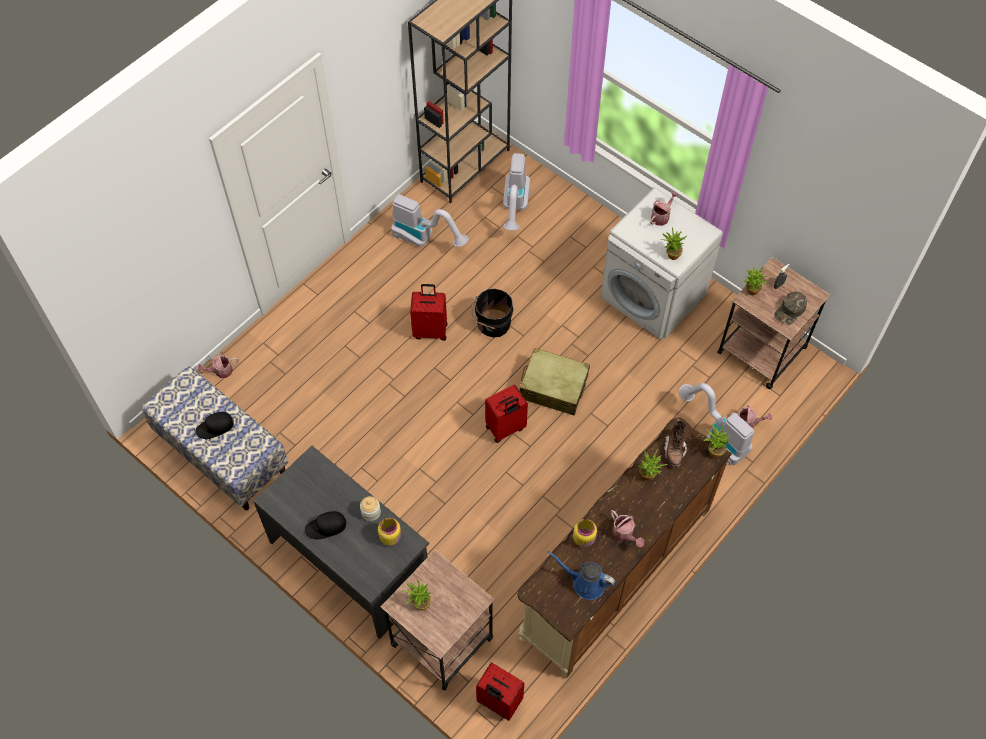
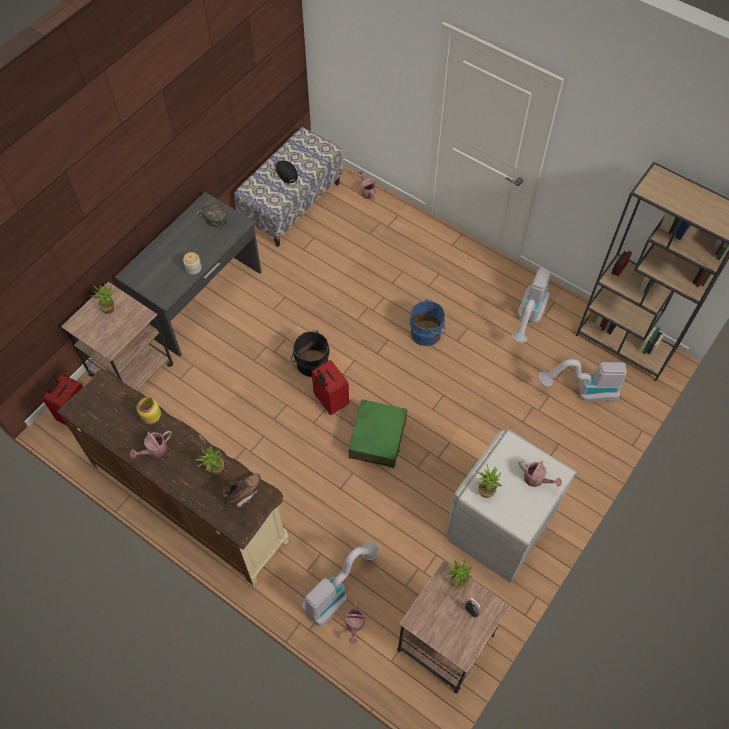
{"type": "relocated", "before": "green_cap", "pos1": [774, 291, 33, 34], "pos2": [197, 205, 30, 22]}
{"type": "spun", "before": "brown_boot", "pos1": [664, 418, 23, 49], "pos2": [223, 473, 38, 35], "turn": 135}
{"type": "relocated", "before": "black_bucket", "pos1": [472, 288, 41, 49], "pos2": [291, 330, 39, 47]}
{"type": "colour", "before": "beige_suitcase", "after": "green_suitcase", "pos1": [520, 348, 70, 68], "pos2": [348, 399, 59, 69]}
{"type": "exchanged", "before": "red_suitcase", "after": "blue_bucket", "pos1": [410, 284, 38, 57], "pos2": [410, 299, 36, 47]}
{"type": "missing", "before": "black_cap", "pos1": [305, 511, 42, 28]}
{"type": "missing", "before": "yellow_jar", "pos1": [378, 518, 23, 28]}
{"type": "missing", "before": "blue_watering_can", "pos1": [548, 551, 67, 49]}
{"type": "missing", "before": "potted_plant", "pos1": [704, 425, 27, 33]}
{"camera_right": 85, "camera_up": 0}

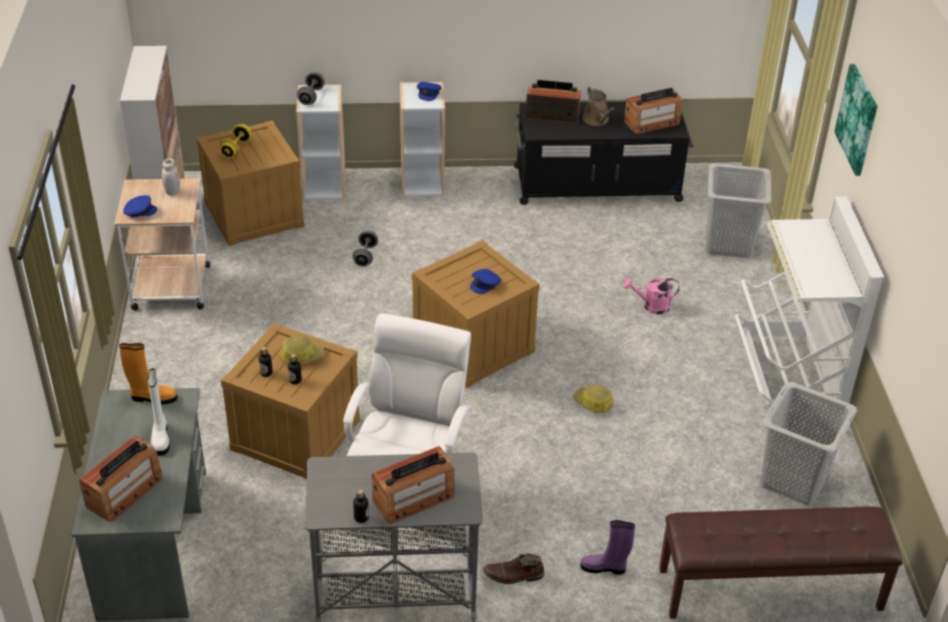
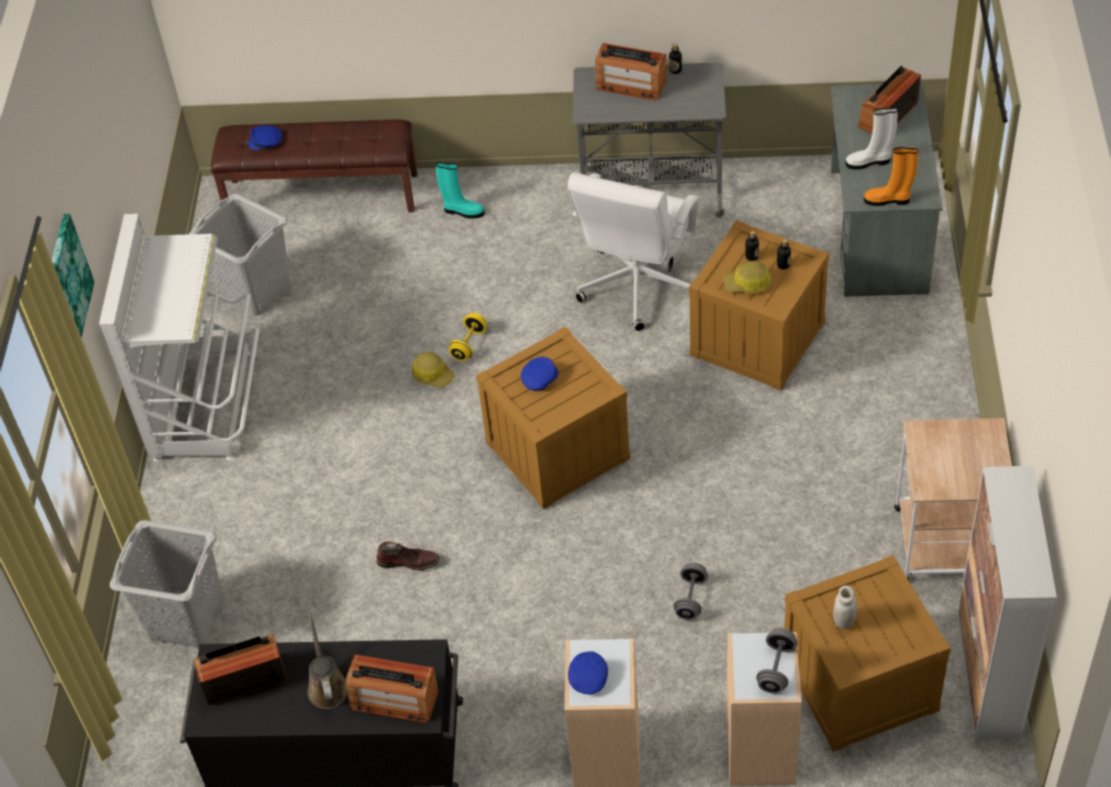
{"type": "relocated", "before": "blue_cap", "pos1": [123, 195, 34, 23], "pos2": [248, 125, 34, 25]}
{"type": "relocated", "before": "brown_boot", "pos1": [483, 554, 62, 30], "pos2": [377, 541, 63, 29]}
{"type": "colour", "before": "purple_boot", "after": "turquoise_boot", "pos1": [580, 520, 55, 55], "pos2": [436, 162, 49, 56]}
{"type": "relocated", "before": "yellow_dumbbell", "pos1": [220, 124, 32, 34], "pos2": [449, 313, 38, 48]}
{"type": "spun", "before": "radio", "pos1": [372, 446, 83, 78], "pos2": [595, 43, 72, 57], "turn": -135}
{"type": "relocated", "before": "white_jar", "pos1": [162, 159, 18, 37], "pos2": [833, 586, 24, 43]}
{"type": "spun", "before": "white_boot", "pos1": [147, 368, 23, 88], "pos2": [846, 108, 52, 62], "turn": -90}
{"type": "missing", "before": "pink_watering_can", "pos1": [623, 278, 57, 36]}
{"camera_right": -170, "camera_up": 10}

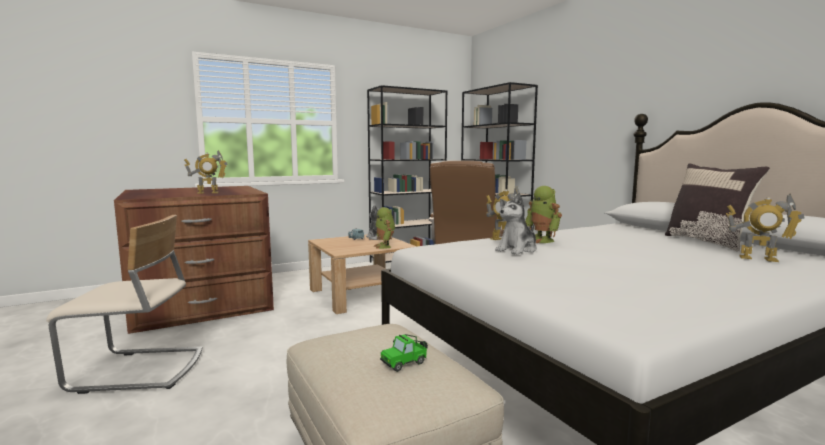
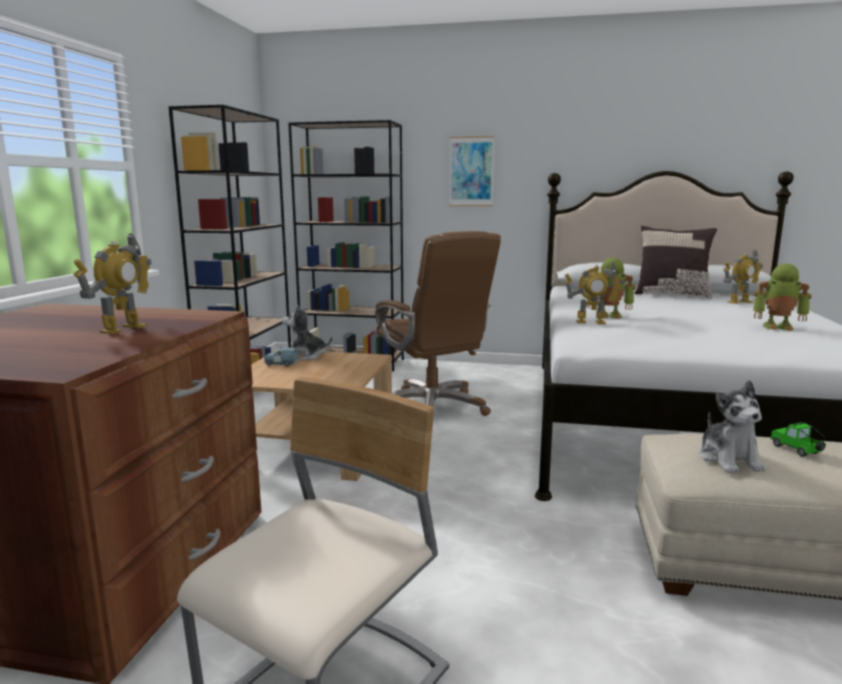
{"type": "appeared", "after": "picture", "pos2": [449, 136, 45, 70]}
{"type": "relocated", "before": "plush_toy", "pos1": [495, 193, 42, 61], "pos2": [699, 380, 67, 93]}
{"type": "relocated", "before": "toy_robot", "pos1": [373, 207, 22, 42], "pos2": [754, 264, 58, 67]}
{"type": "spun", "before": "toy_car", "pos1": [380, 334, 48, 38], "pos2": [770, 422, 56, 35], "turn": 150}
{"camera_right": -50, "camera_up": 5}

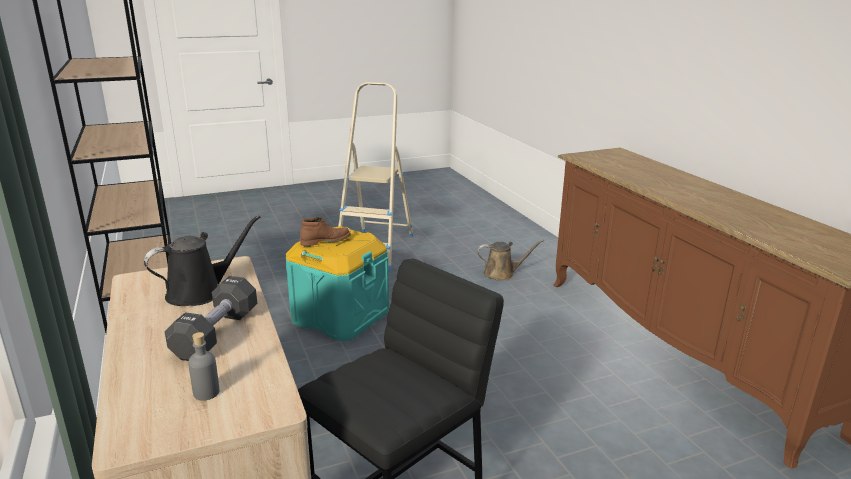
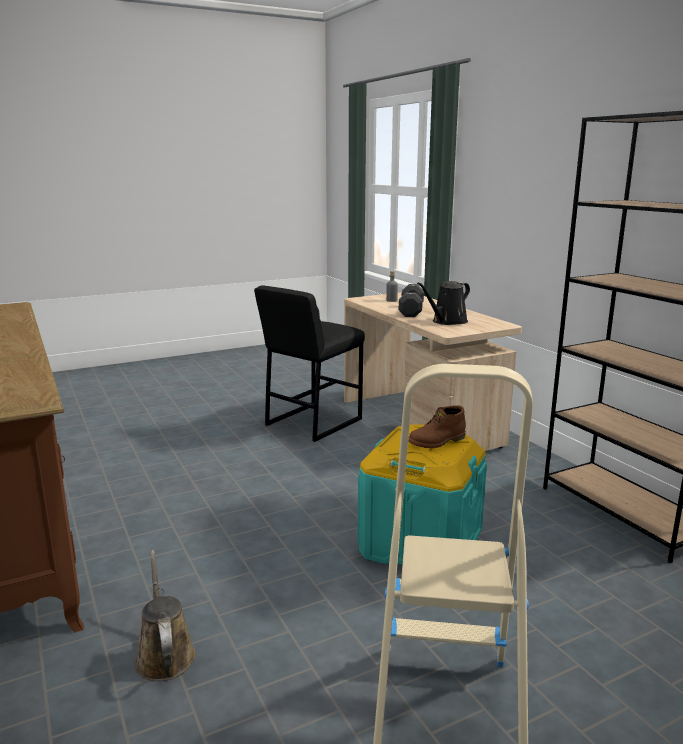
{"type": "spun", "before": "brown_watering_can", "pos1": [477, 239, 67, 42], "pos2": [135, 550, 61, 131], "turn": 75}
{"camera_right": 175, "camera_up": -5}

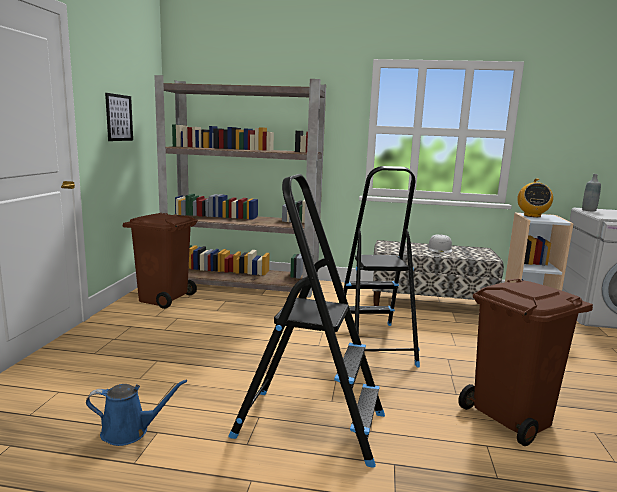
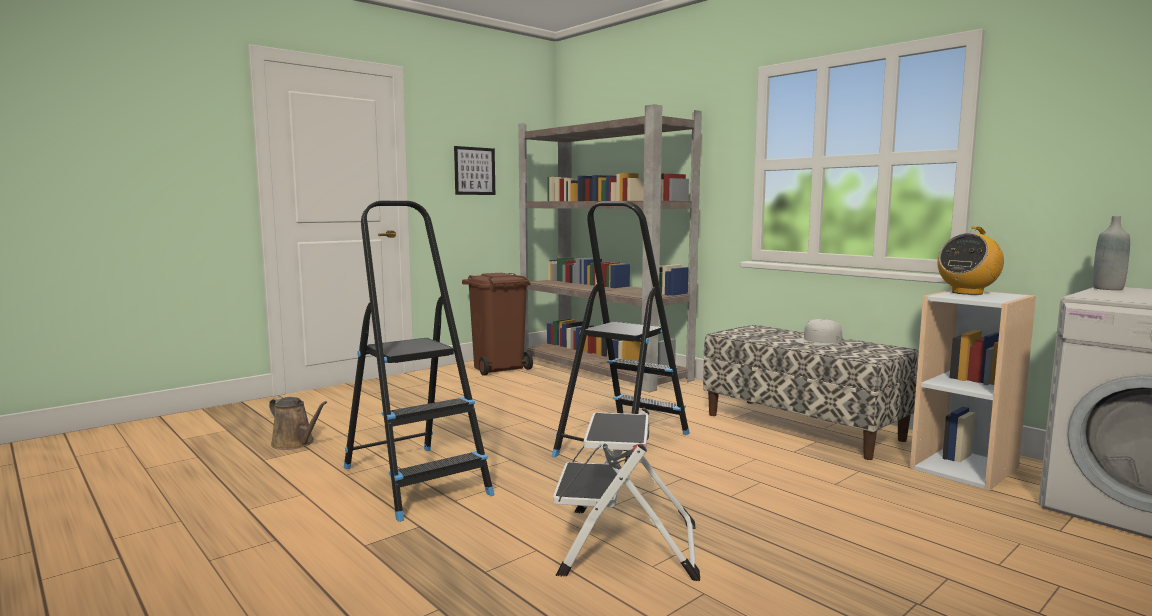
{"type": "colour", "before": "blue_watering_can", "after": "brown_watering_can", "pos1": [86, 380, 101, 66], "pos2": [269, 397, 58, 53]}
{"type": "exchanged", "before": "brown_trash_can", "after": "step_ladder", "pos1": [458, 278, 135, 168], "pos2": [553, 408, 147, 173]}
{"camera_right": 40, "camera_up": -5}

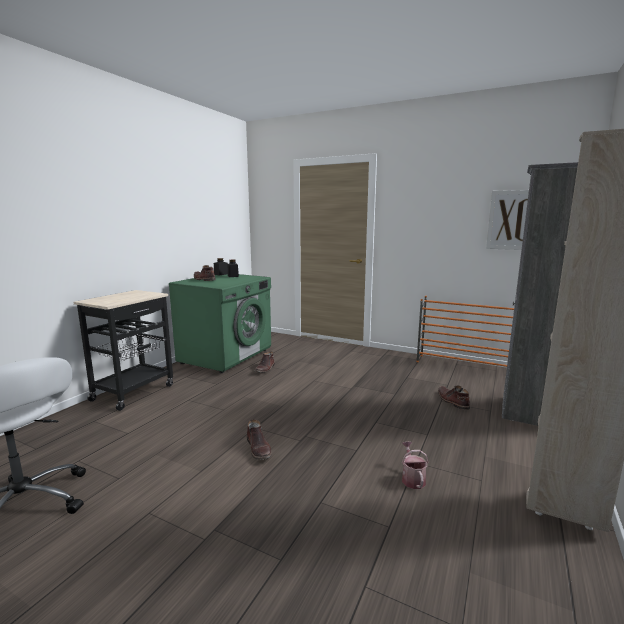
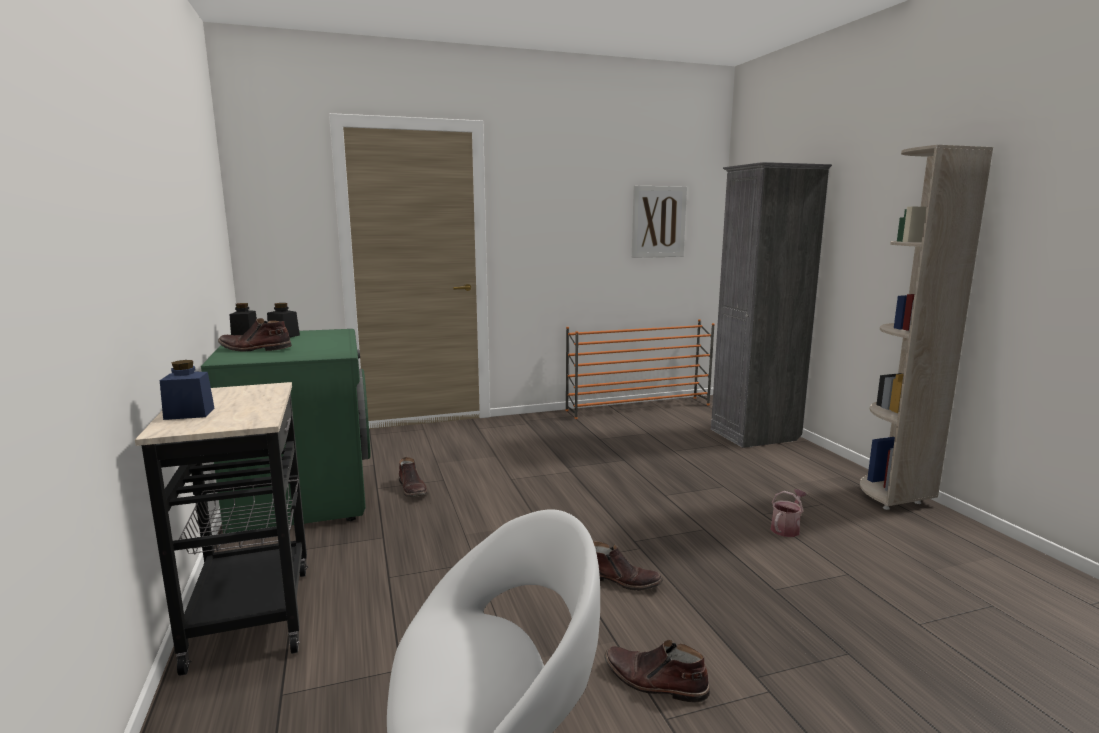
{"type": "appeared", "after": "blue_jar", "pos2": [160, 360, 54, 60]}
{"type": "relocated", "before": "brown_boot", "pos1": [438, 385, 32, 25], "pos2": [605, 639, 105, 64]}
{"type": "spun", "before": "watering_can", "pos1": [402, 442, 27, 47], "pos2": [770, 489, 36, 48], "turn": 90}
{"camera_right": -45, "camera_up": 0}

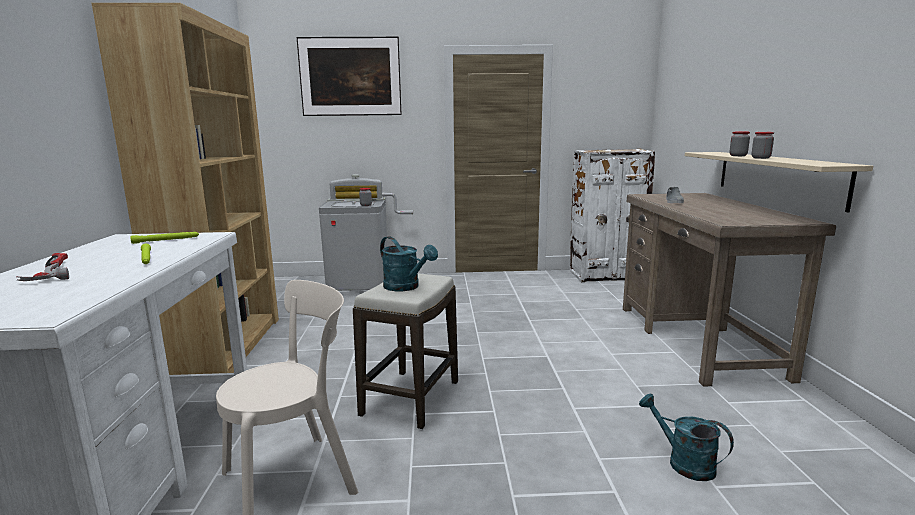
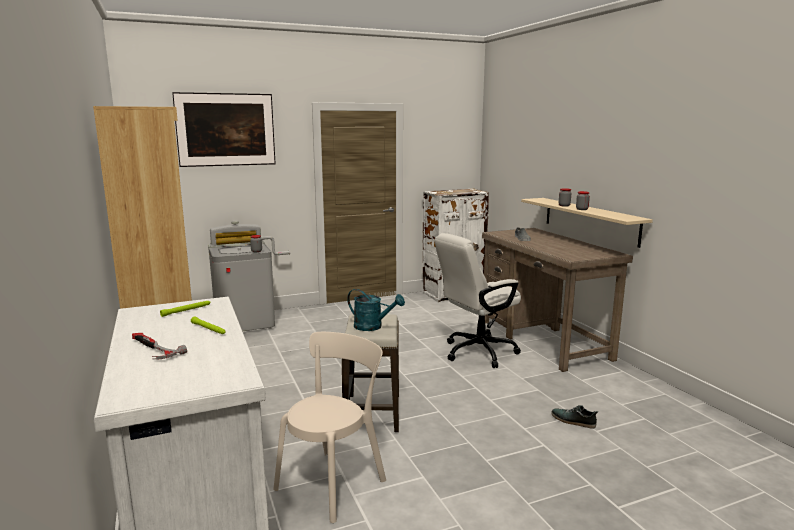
{"type": "appeared", "after": "white_office_chair", "pos2": [435, 233, 86, 135]}
{"type": "exchanged", "before": "turquoise_watering_can", "after": "shoe", "pos1": [639, 394, 95, 87], "pos2": [551, 405, 47, 24]}
{"camera_right": -20, "camera_up": 0}

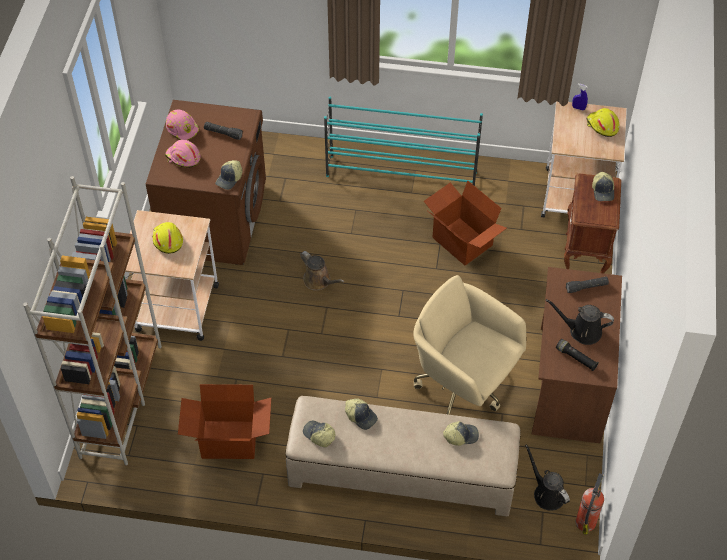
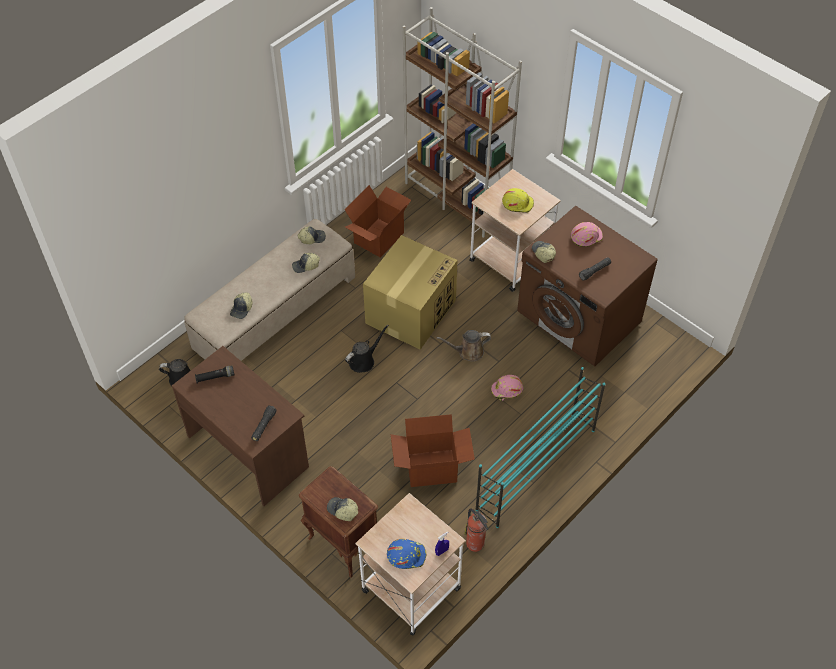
{"type": "relocated", "before": "black_watering_can", "pos1": [546, 299, 68, 46], "pos2": [345, 325, 44, 48]}
{"type": "appeared", "after": "cardboard_box", "pos2": [363, 235, 95, 115]}
{"type": "colour", "before": "yellow_hard_hat", "after": "blue_hard_hat", "pos1": [587, 108, 32, 29], "pos2": [387, 539, 40, 30]}
{"type": "relocated", "before": "fire_extinguisher", "pos1": [575, 473, 29, 62], "pos2": [464, 508, 25, 44]}
{"type": "relocated", "before": "pink_hard_hat", "pos1": [166, 110, 33, 30], "pos2": [491, 375, 32, 26]}
{"type": "missing", "before": "beige_office_chair", "pos1": [413, 275, 113, 140]}
{"camera_right": 125, "camera_up": 0}

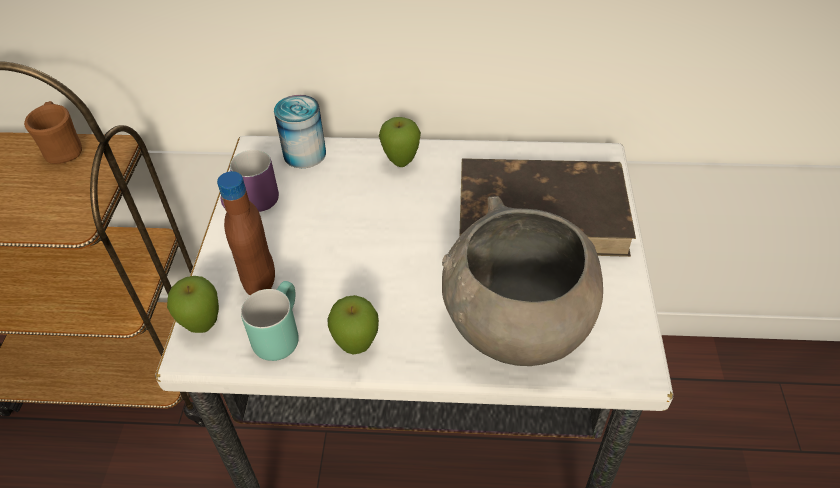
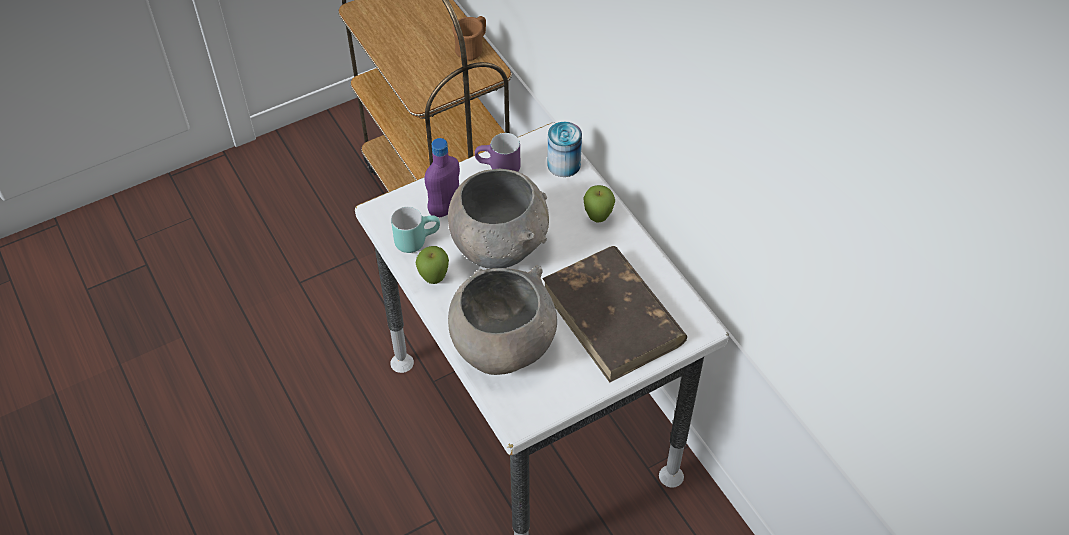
{"type": "colour", "before": "brown_bottle", "after": "purple_bottle", "pos1": [217, 171, 58, 124], "pos2": [425, 138, 35, 79]}
{"type": "appeared", "after": "grey_bowl", "pos2": [448, 169, 101, 100]}
{"type": "missing", "before": "apple", "pos1": [167, 276, 52, 57]}
{"camera_right": 55, "camera_up": 5}

